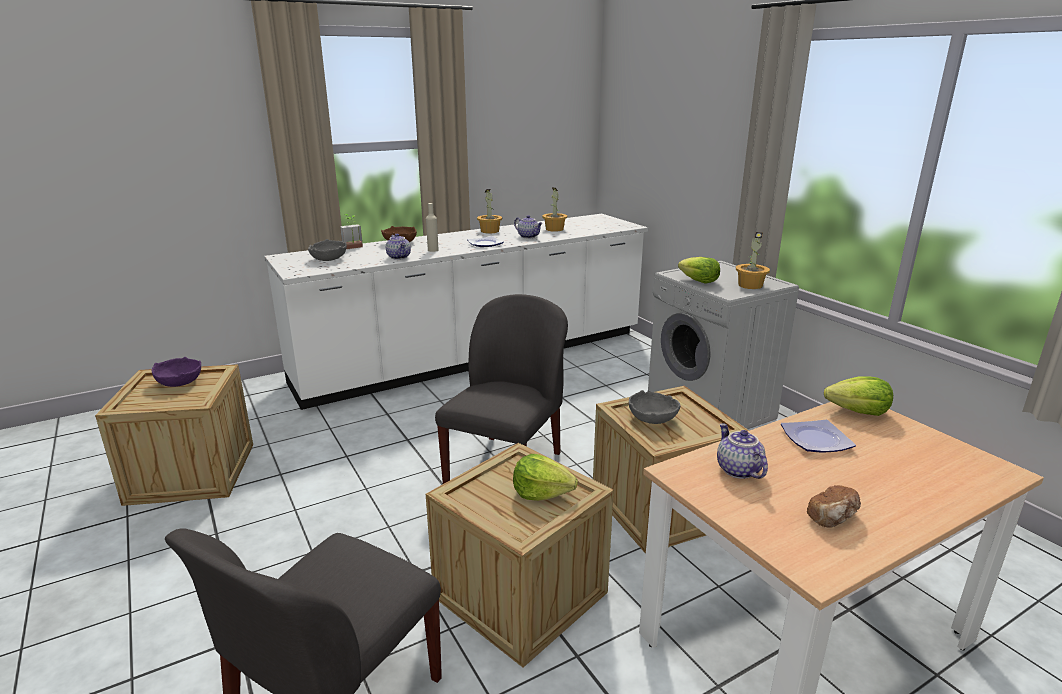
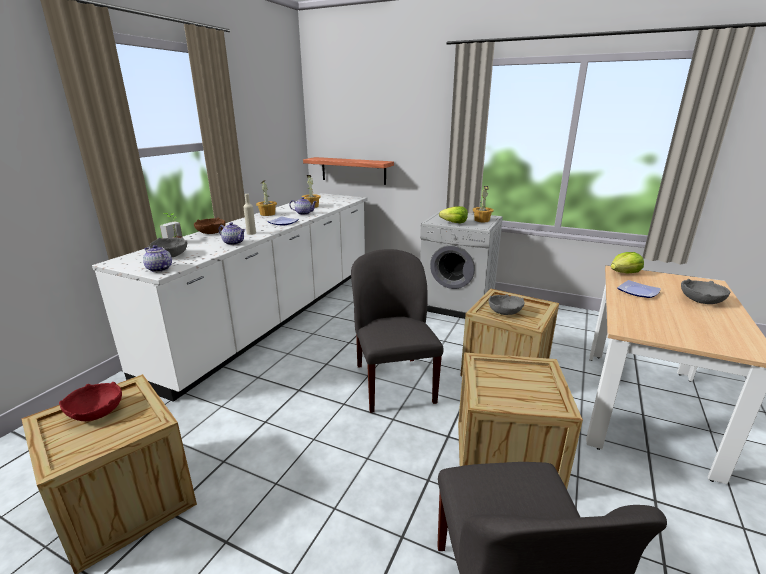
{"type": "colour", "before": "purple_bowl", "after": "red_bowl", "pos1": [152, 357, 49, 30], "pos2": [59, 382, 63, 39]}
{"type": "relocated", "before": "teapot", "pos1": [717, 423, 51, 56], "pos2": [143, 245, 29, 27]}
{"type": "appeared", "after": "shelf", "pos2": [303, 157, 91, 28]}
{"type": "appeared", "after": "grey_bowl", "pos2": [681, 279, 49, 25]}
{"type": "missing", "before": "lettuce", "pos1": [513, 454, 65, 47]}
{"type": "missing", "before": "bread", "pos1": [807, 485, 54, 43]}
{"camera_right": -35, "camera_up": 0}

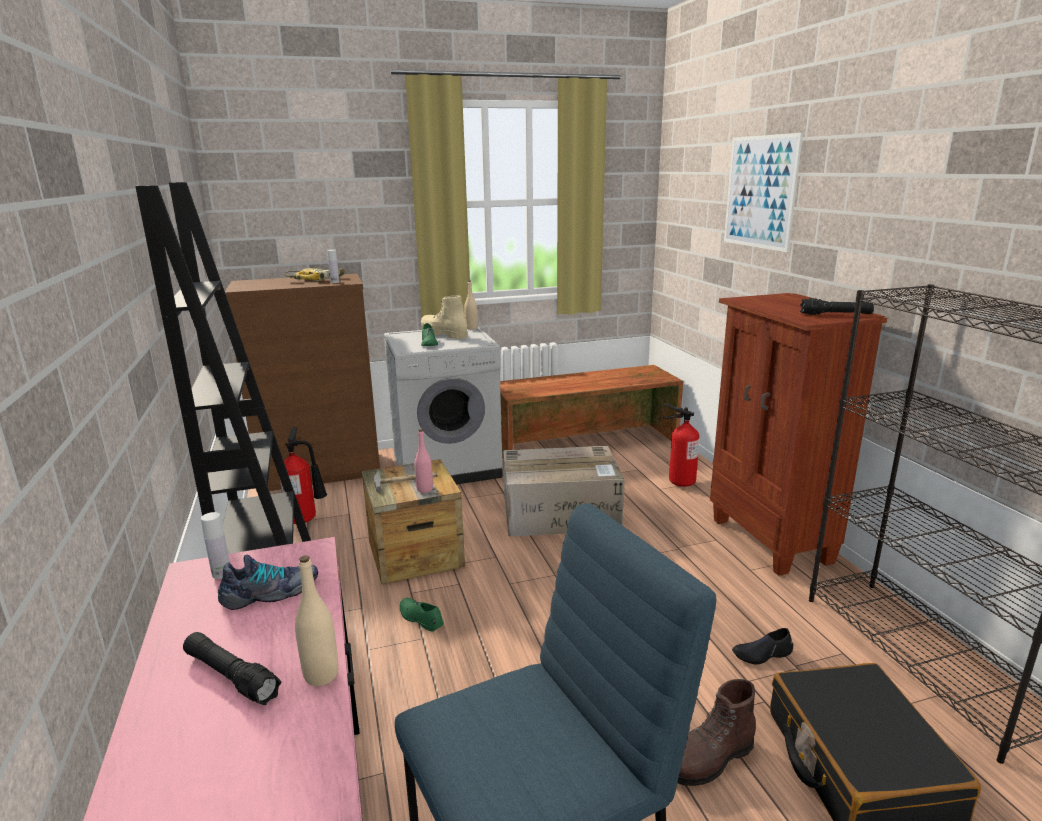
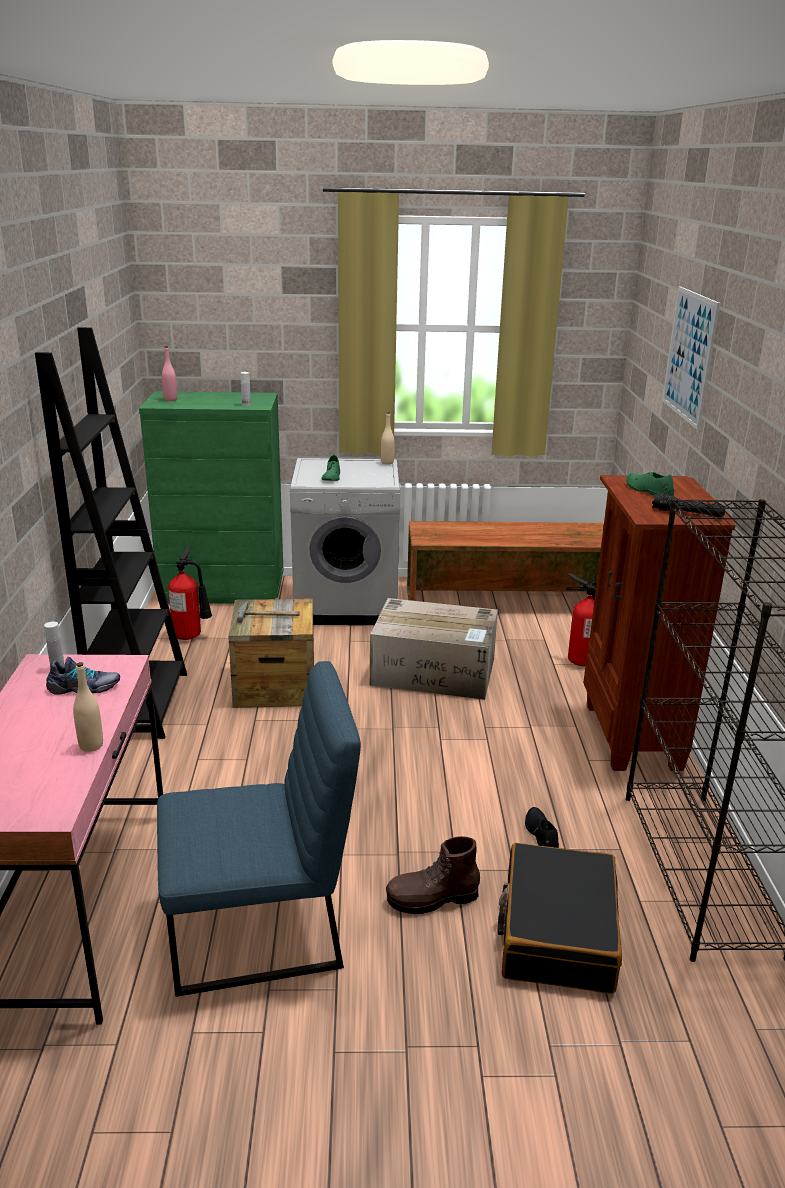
{"type": "colour", "before": "brown_dresser", "after": "green_dresser", "pos1": [225, 274, 156, 217], "pos2": [139, 391, 144, 213]}
{"type": "relocated", "before": "pink_bottle", "pos1": [415, 429, 18, 64], "pos2": [162, 346, 15, 55]}
{"type": "spun", "before": "black_shoe", "pos1": [732, 628, 61, 36], "pos2": [525, 807, 34, 41], "turn": 75}
{"type": "relocated", "before": "green_shoe", "pos1": [400, 598, 44, 33], "pos2": [626, 472, 48, 24]}
{"type": "missing", "before": "black_flashlight", "pos1": [183, 632, 99, 73]}
{"type": "missing", "before": "power_drill", "pos1": [285, 268, 60, 13]}
{"type": "missing", "before": "beige_boot", "pos1": [421, 295, 46, 44]}
{"camera_right": 15, "camera_up": 5}

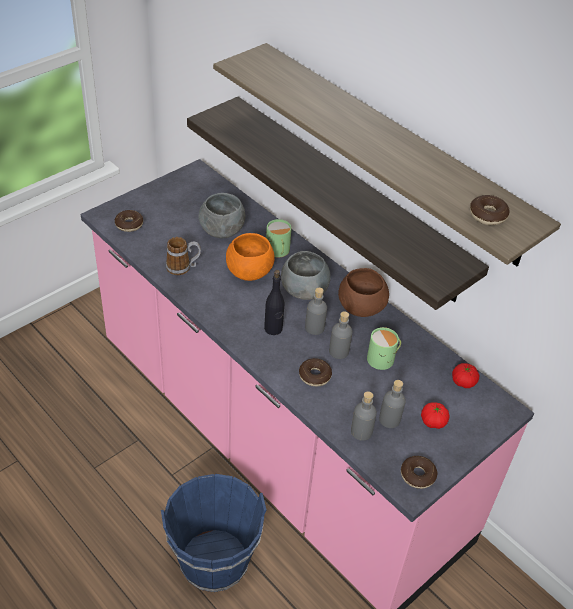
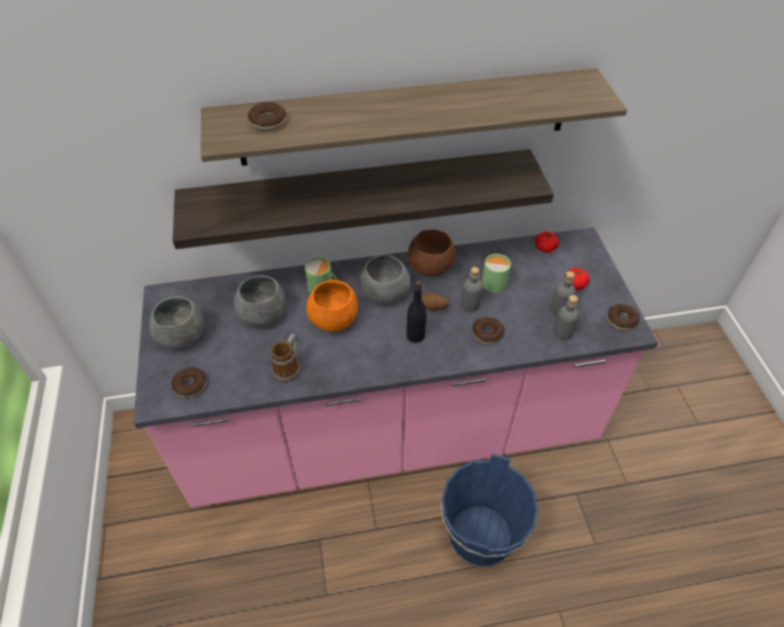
{"type": "appeared", "after": "grey_bowl", "pos2": [149, 296, 55, 53]}
{"type": "relocated", "before": "donut", "pos1": [470, 195, 40, 30], "pos2": [248, 102, 38, 28]}
{"type": "exchanged", "before": "grey_bottle", "after": "potato", "pos1": [305, 288, 22, 47], "pos2": [421, 293, 28, 17]}
{"camera_right": -55, "camera_up": 5}

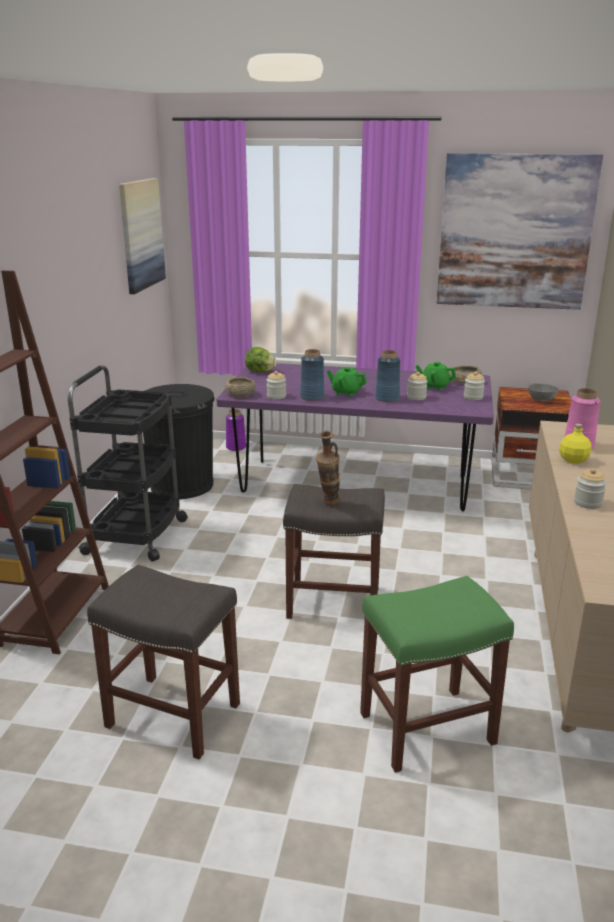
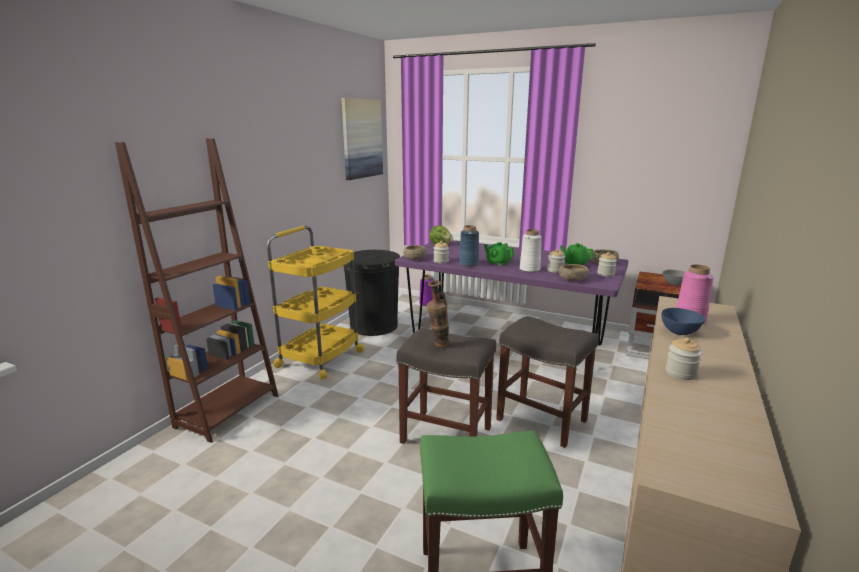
{"type": "colour", "before": "black_cart", "after": "yellow_cart", "pos1": [68, 365, 120, 197], "pos2": [267, 226, 97, 154]}
{"type": "relocated", "before": "grey_stool", "pos1": [87, 565, 153, 195], "pos2": [496, 316, 103, 132]}
{"type": "colour", "before": "blue_vase", "after": "white_vase", "pos1": [375, 350, 25, 52], "pos2": [520, 229, 22, 43]}
{"type": "appeared", "after": "beige_bowl", "pos2": [559, 264, 30, 17]}
{"type": "exchanged", "before": "yellow_bottle", "after": "blue_bowl", "pos1": [559, 424, 33, 40], "pos2": [661, 308, 44, 27]}
{"type": "missing", "before": "picture", "pos1": [437, 153, 166, 157]}
{"camera_right": 15, "camera_up": -5}

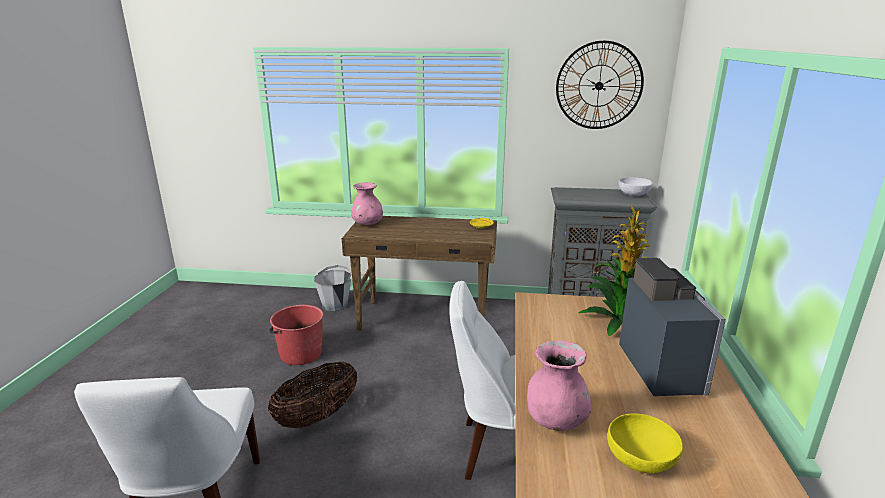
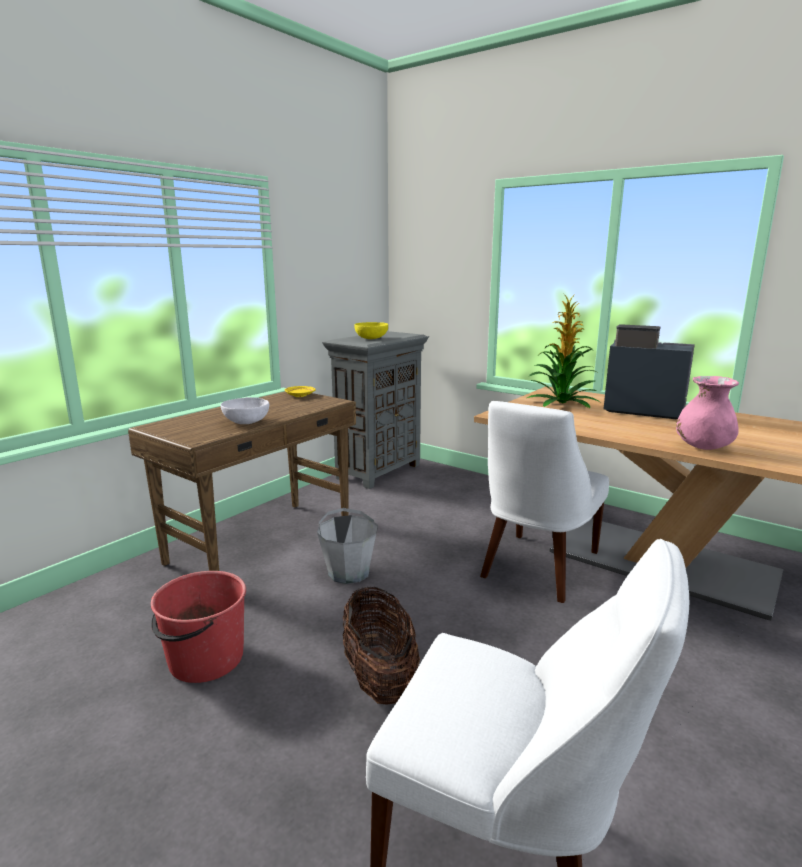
{"type": "relocated", "before": "white_bowl", "pos1": [618, 177, 35, 19], "pos2": [221, 397, 48, 27]}
{"type": "relocated", "before": "grey_bucket", "pos1": [314, 265, 37, 46], "pos2": [317, 508, 61, 76]}
{"type": "relocated", "before": "yellow_bowl", "pos1": [607, 414, 76, 59], "pos2": [354, 322, 34, 17]}
{"type": "missing", "before": "pink_vase", "pos1": [351, 182, 32, 43]}
{"type": "missing", "before": "wall_clock", "pos1": [556, 41, 88, 88]}
{"camera_right": -60, "camera_up": -5}

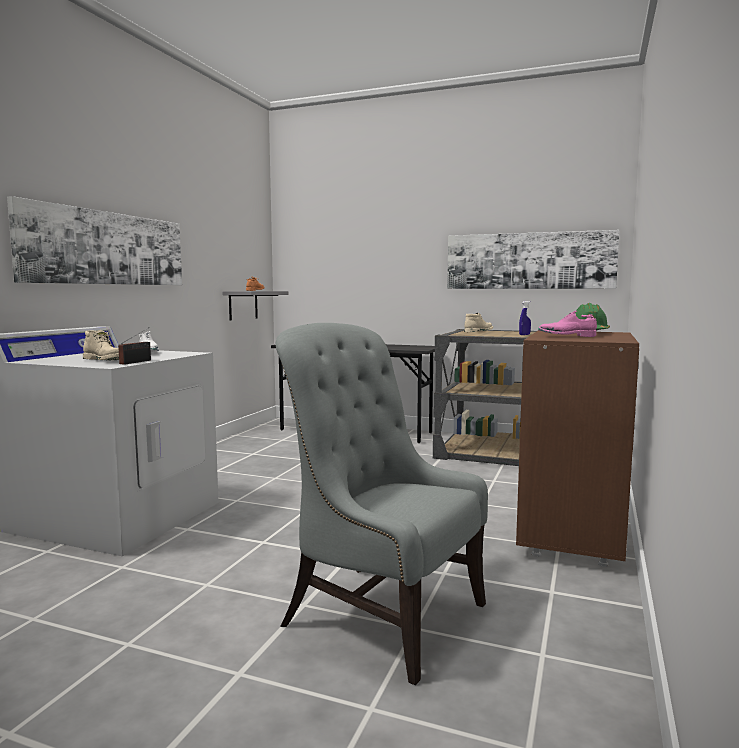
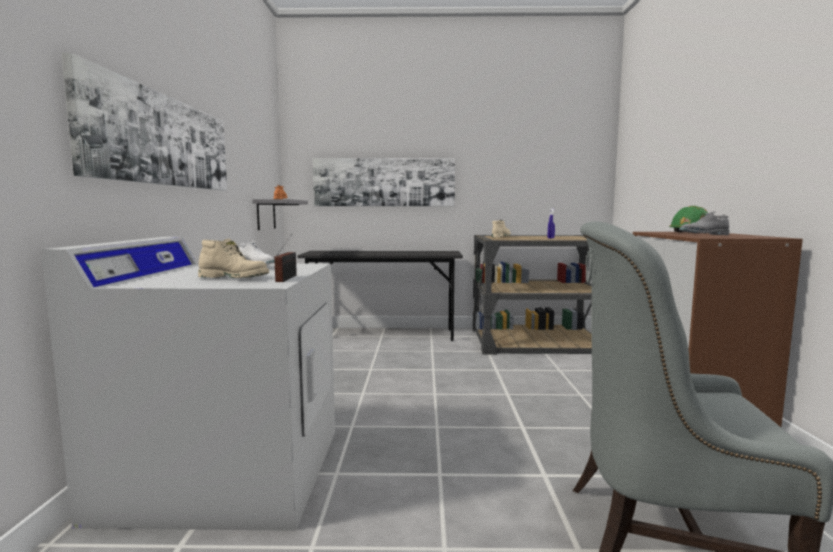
{"type": "relocated", "before": "picture", "pos1": [447, 230, 172, 59], "pos2": [313, 158, 142, 48]}
{"type": "colour", "before": "pink_shoe", "after": "grey_shoe", "pos1": [538, 311, 59, 26], "pos2": [679, 211, 50, 24]}
{"camera_right": -20, "camera_up": 0}

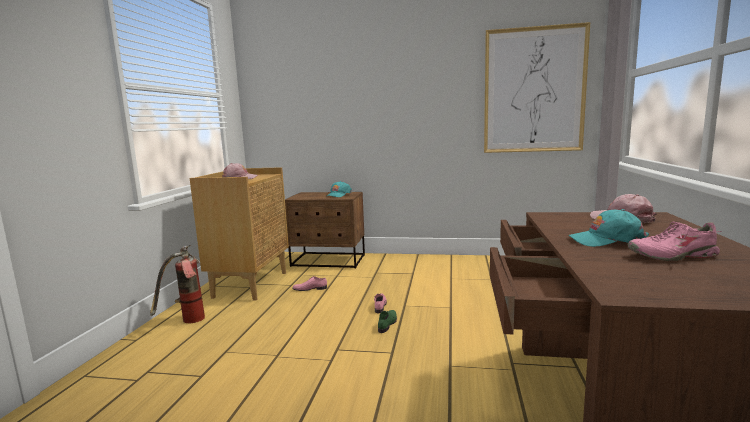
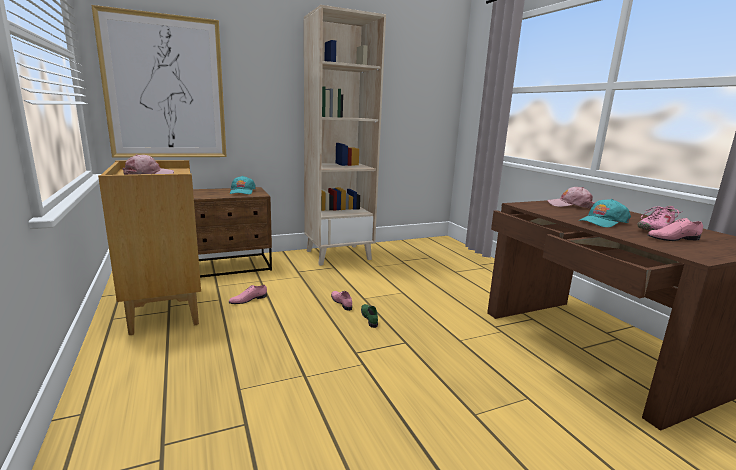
{"type": "relocated", "before": "picture", "pos1": [484, 22, 106, 131], "pos2": [91, 5, 136, 153]}
{"type": "appeared", "after": "beige_bookcase", "pos2": [304, 5, 82, 261]}
{"type": "appeared", "after": "pink_shoe", "pos2": [647, 218, 56, 23]}
{"type": "missing", "before": "fire_extinguisher", "pos1": [150, 245, 55, 78]}
{"camera_right": -35, "camera_up": 5}

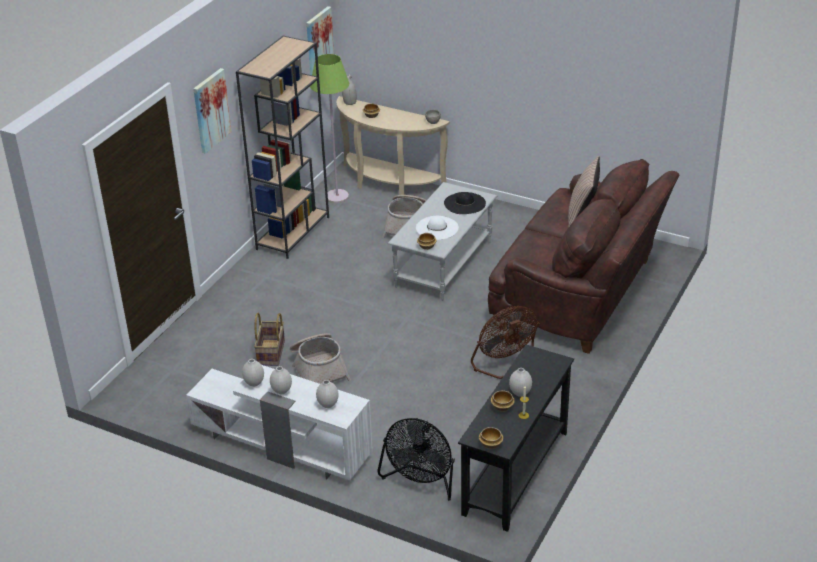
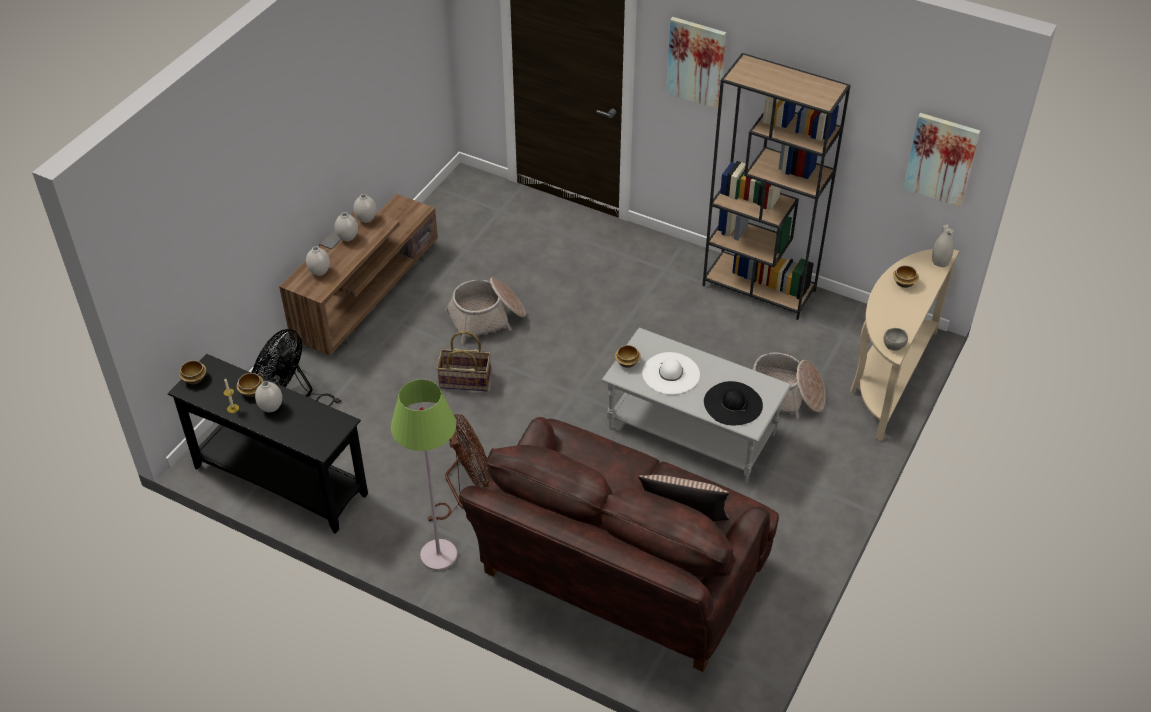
{"type": "colour", "before": "white_tv_stand", "after": "brown_tv_stand", "pos1": [186, 365, 187, 115], "pos2": [279, 194, 159, 161]}
{"type": "relocated", "before": "green_floor_lamp", "pos1": [310, 54, 39, 149], "pos2": [391, 379, 66, 192]}
{"type": "relocated", "before": "basket", "pos1": [254, 313, 31, 53], "pos2": [436, 331, 55, 60]}
{"camera_right": 90, "camera_up": 10}

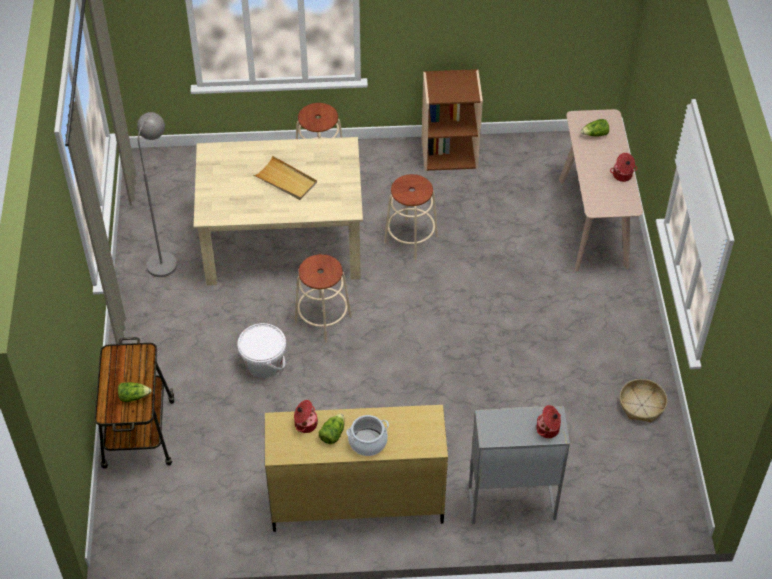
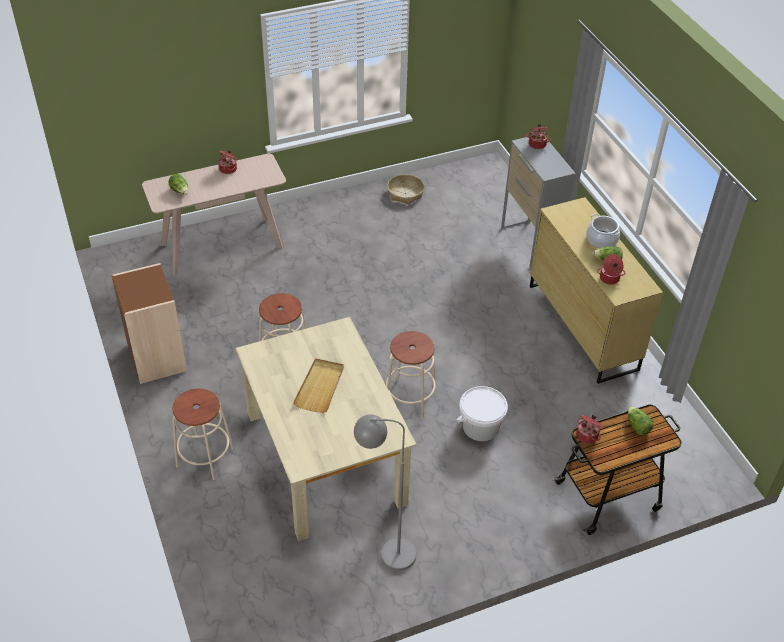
{"type": "appeared", "after": "cooking_pot", "pos2": [576, 415, 27, 29]}
{"camera_right": -110, "camera_up": -5}

